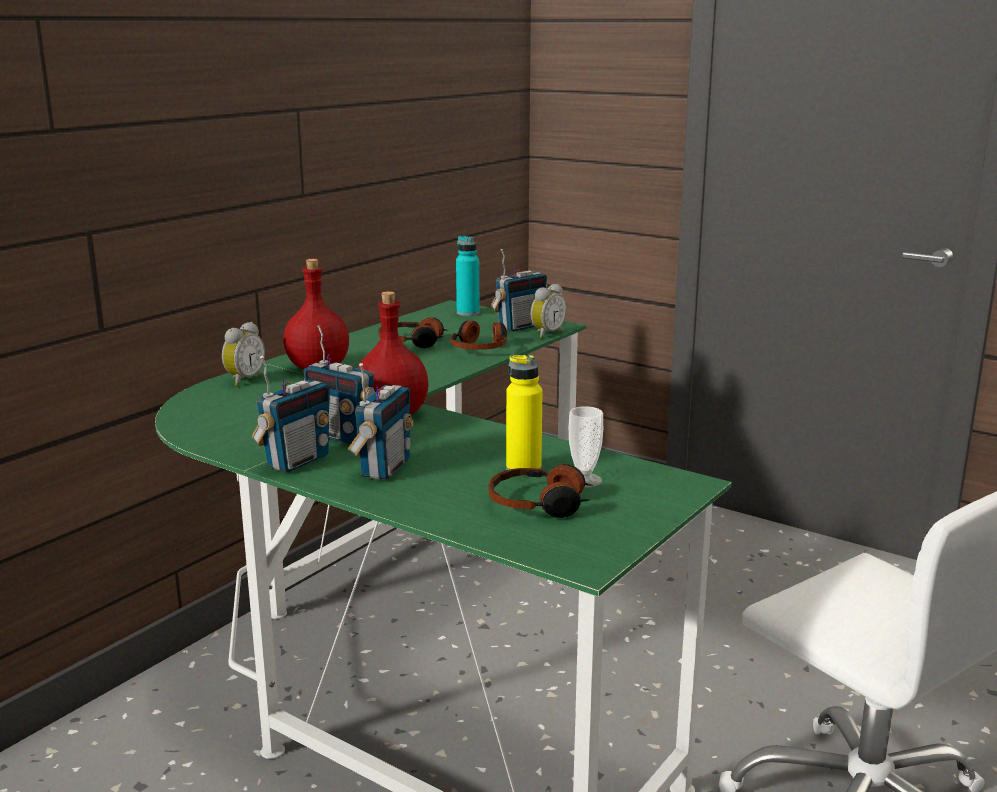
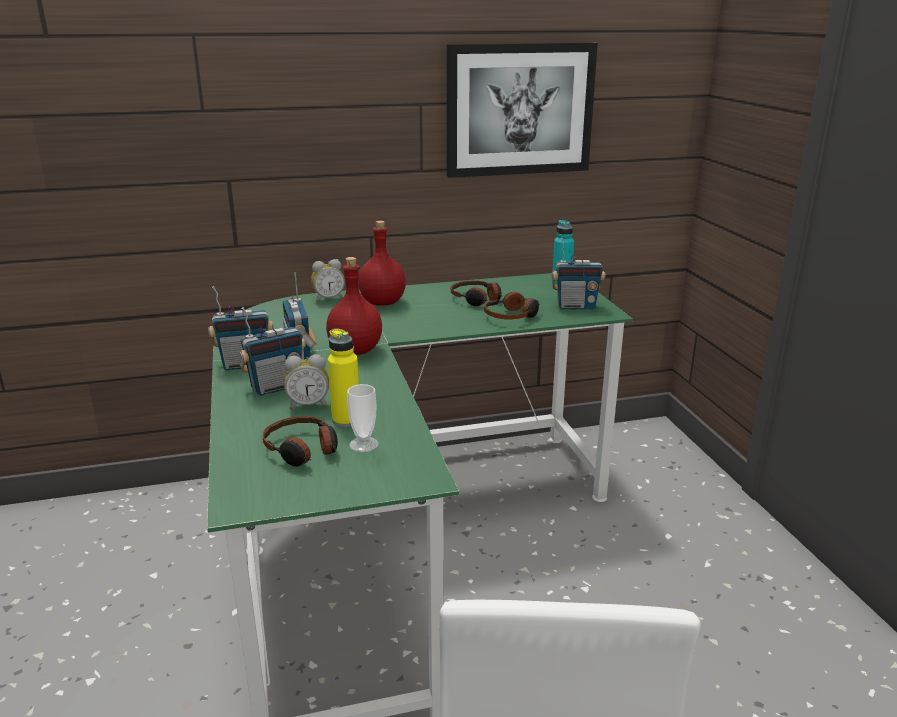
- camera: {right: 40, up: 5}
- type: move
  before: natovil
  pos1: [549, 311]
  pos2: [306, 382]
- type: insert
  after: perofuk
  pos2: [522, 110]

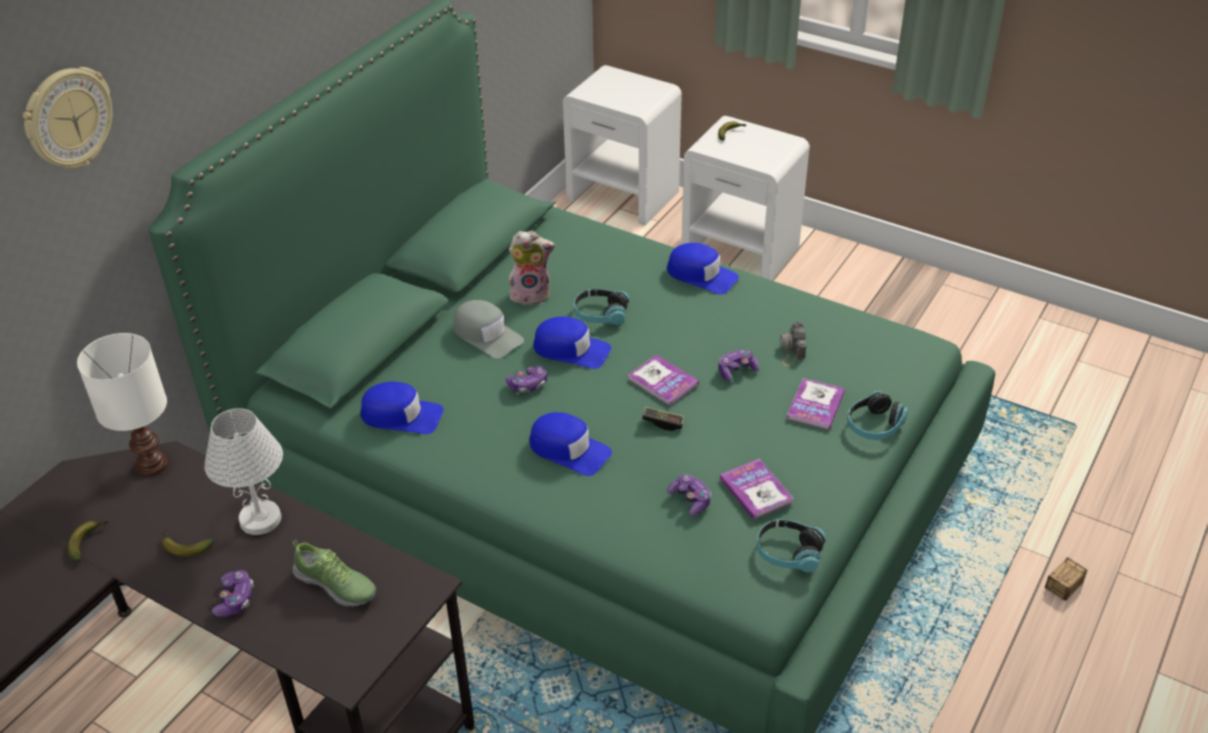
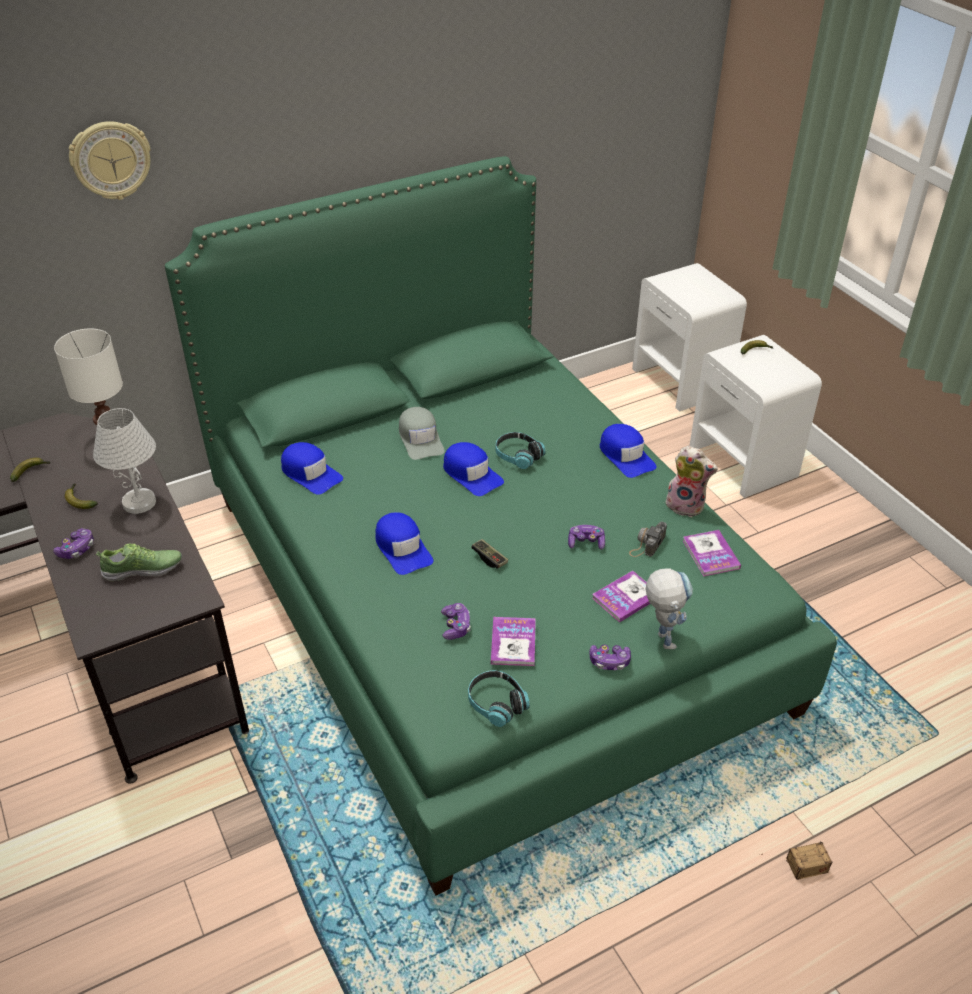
- camera: {right: 30, up: 0}
- type: rotate
  before: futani
  pos1: [334, 573]
  pos2: [139, 562]
  turn: -75
- type: move
  before: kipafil
  pos1: [526, 379]
  pos2: [610, 657]
- type: move
  before: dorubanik
  pos1: [532, 268]
  pos2: [691, 481]
- type: move
  before: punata
  pos1: [663, 380]
  pos2: [712, 553]
- type: replace
  before: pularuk
  after: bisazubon
  pos1: [877, 415]
  pos2: [669, 608]

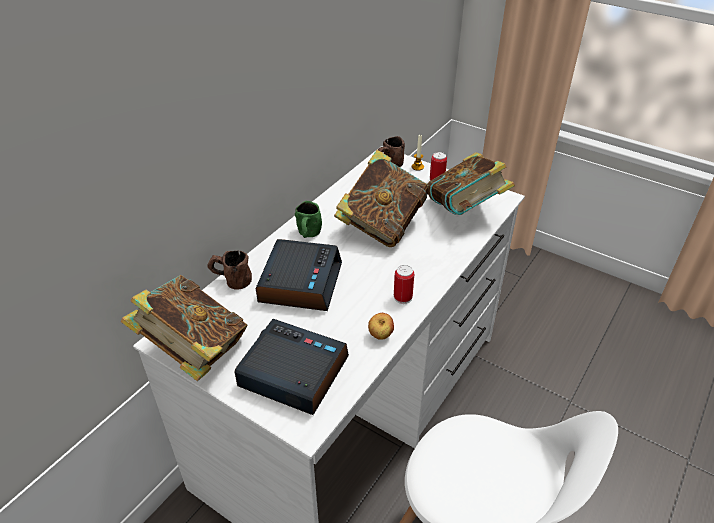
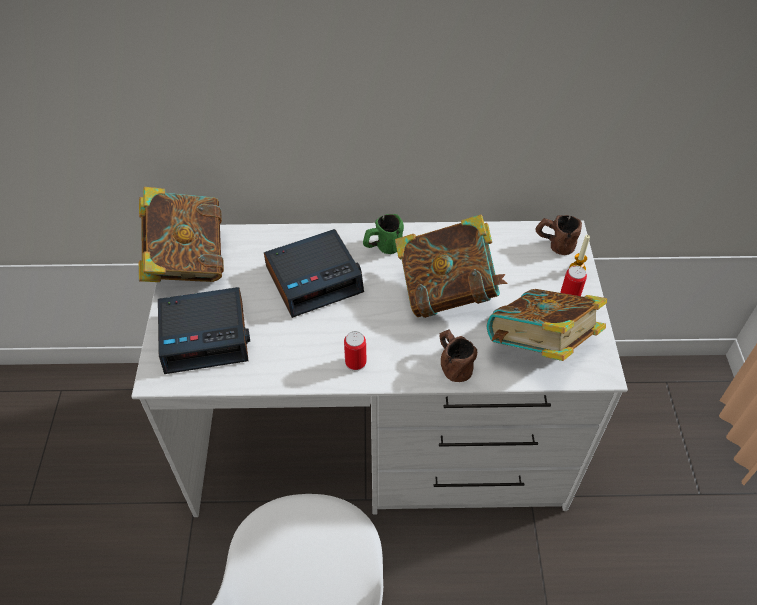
- camera: {right: 55, up: 10}
- type: move
  before: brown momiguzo
  pos1: [229, 270]
  pos2: [458, 356]
- type: rotate
  before: natovil
  pos1: [291, 367]
  pos2: [204, 330]
  turn: 90
- type: delete
  before: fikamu
  pos1: [381, 326]

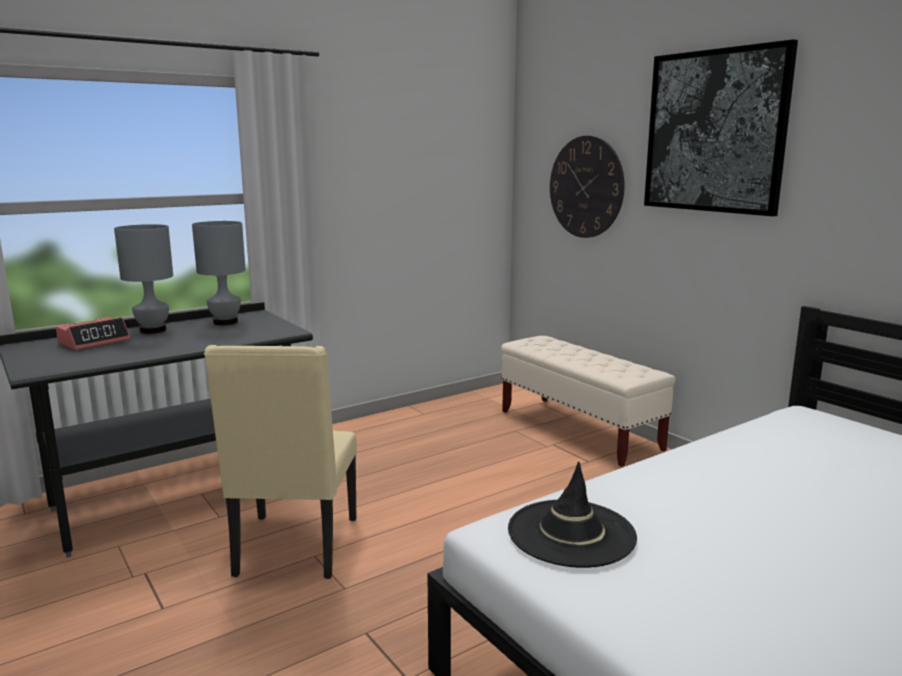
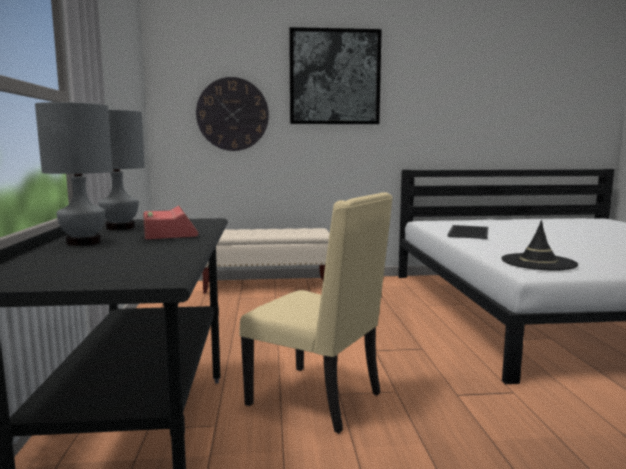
- camera: {right: -60, up: -5}
- type: move
  before: natovil
  pos1: [93, 333]
  pos2: [171, 222]
- type: insert
  after: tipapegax
  pos2: [467, 232]

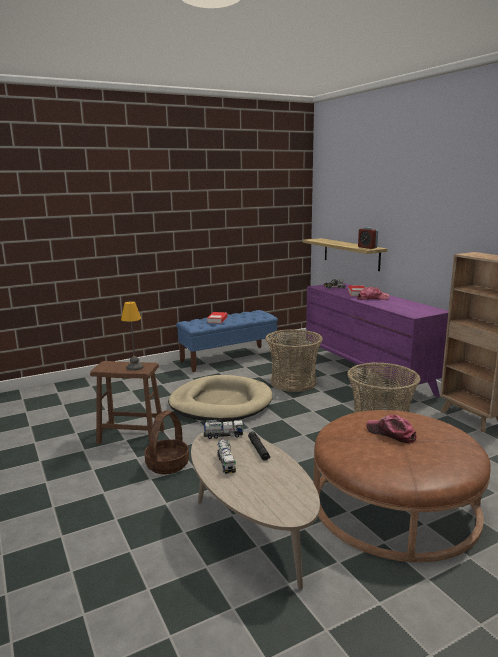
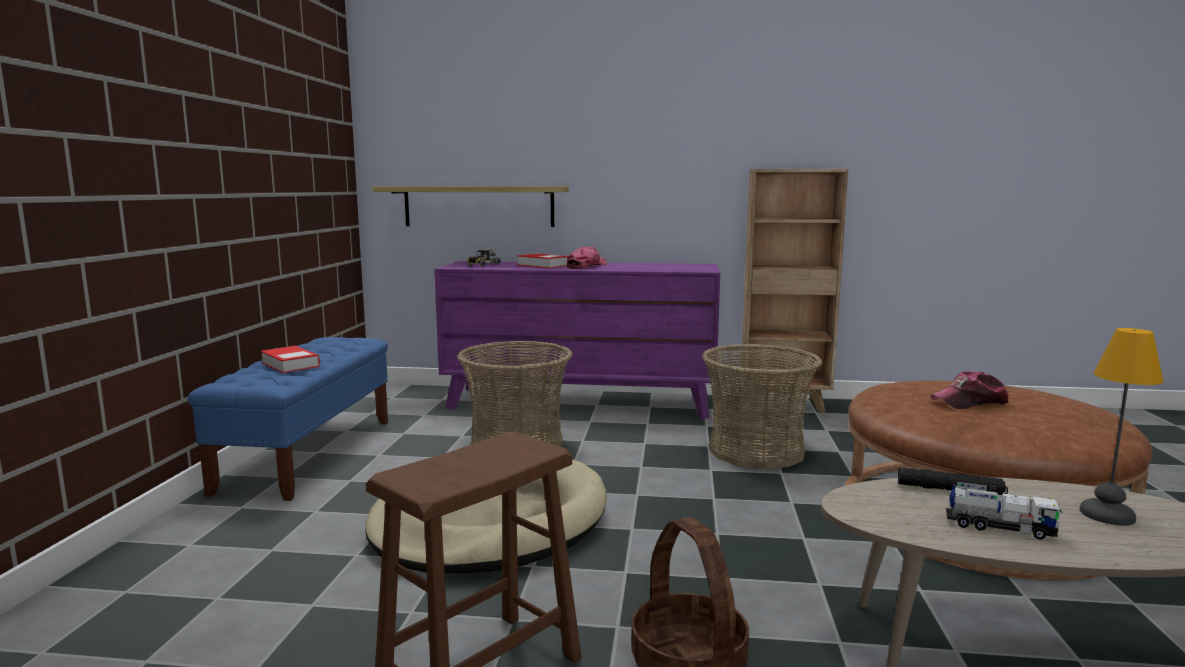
- camera: {right: -55, up: -5}
- type: move
  before: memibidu
  pos1: [132, 336]
  pos2: [1121, 427]
- type: delete
  before: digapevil
  pos1: [224, 429]
- type: delete
  before: natovil
  pos1: [368, 238]

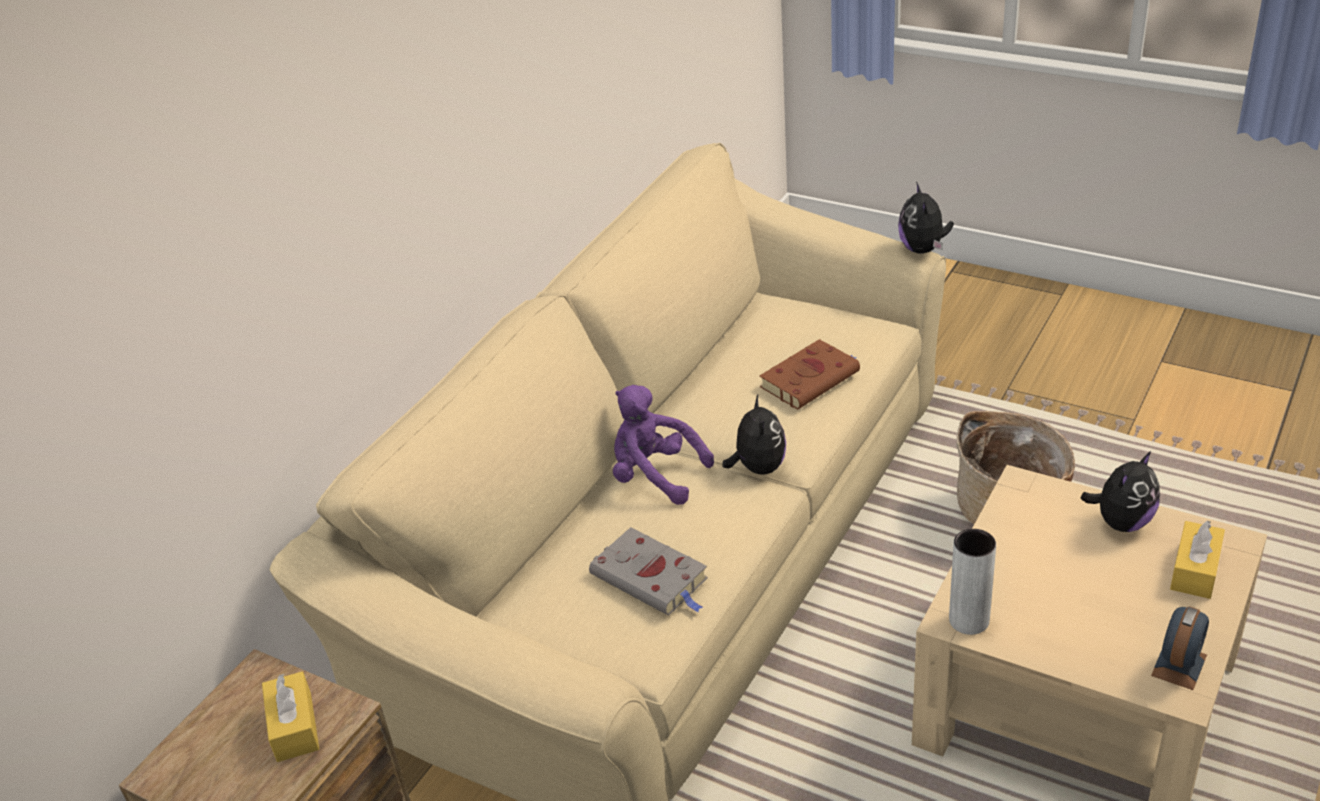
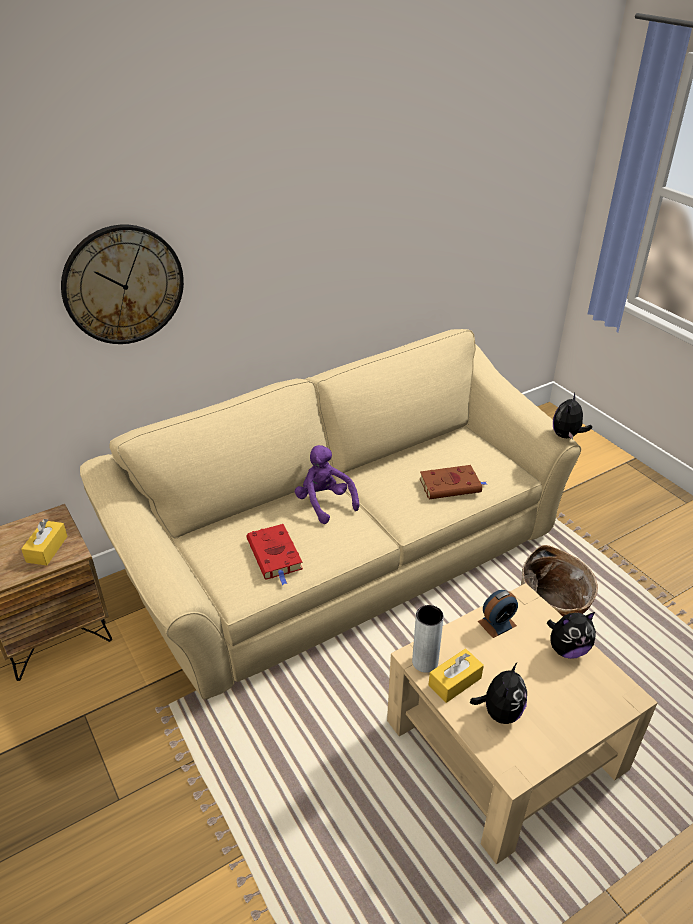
- camera: {right: 25, up: 0}
- type: recolor
  before: grey punata
  after: red punata
  pos1: [648, 571]
  pos2: [275, 554]
- type: move
  before: dorubanik
  pos1: [754, 435]
  pos2: [498, 693]
- type: move
  before: natovil
  pos1: [1180, 648]
  pos2: [498, 614]
- type: move
  before: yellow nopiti
  pos1: [1197, 560]
  pos2: [456, 676]
- type: insert
  after: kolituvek
  pos2: [122, 284]

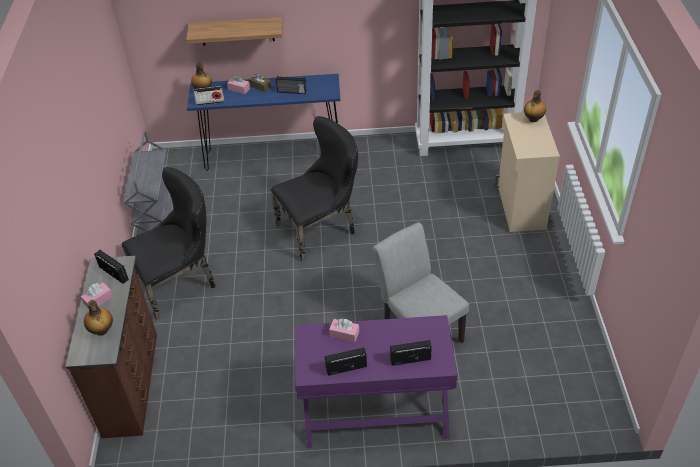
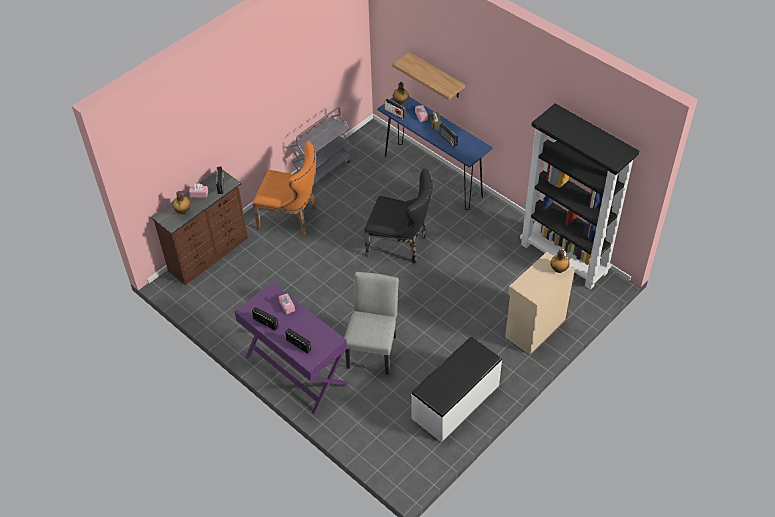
- camera: {right: 45, up: 5}
- type: recolor
  before: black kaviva
  after: orange kaviva
  pos1: [168, 243]
  pos2: [284, 188]
- type: insert
  after: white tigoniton
  pos2: [456, 389]

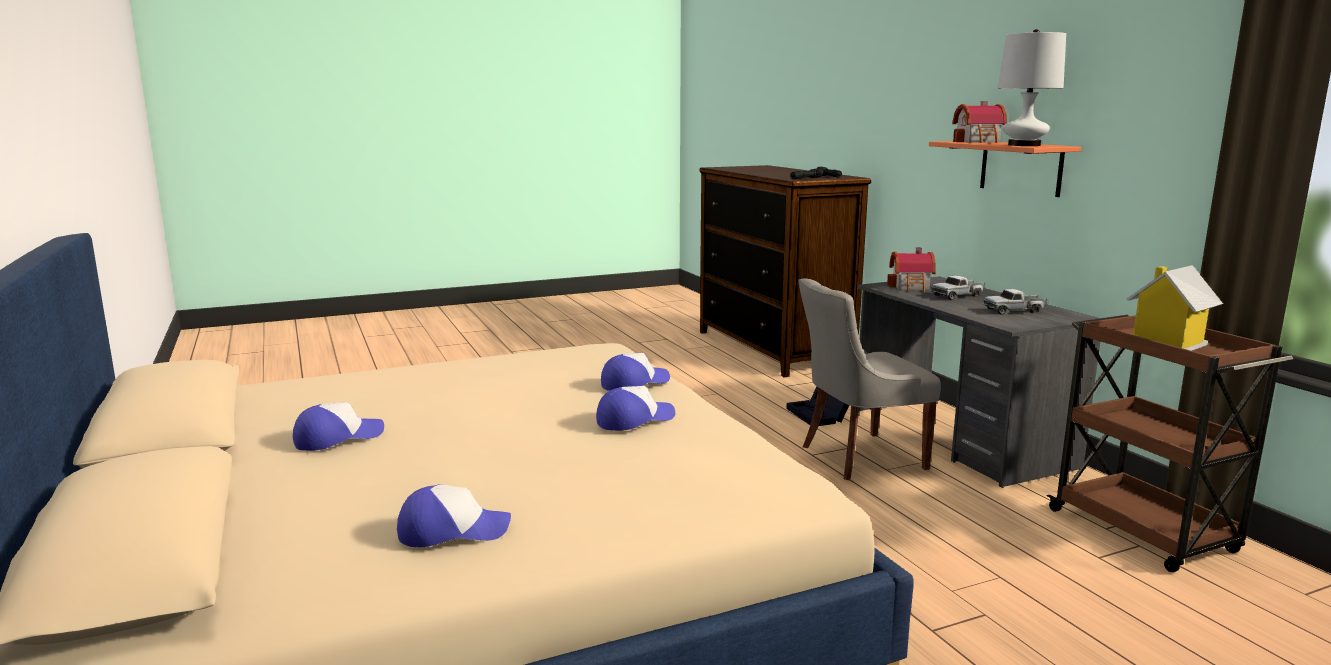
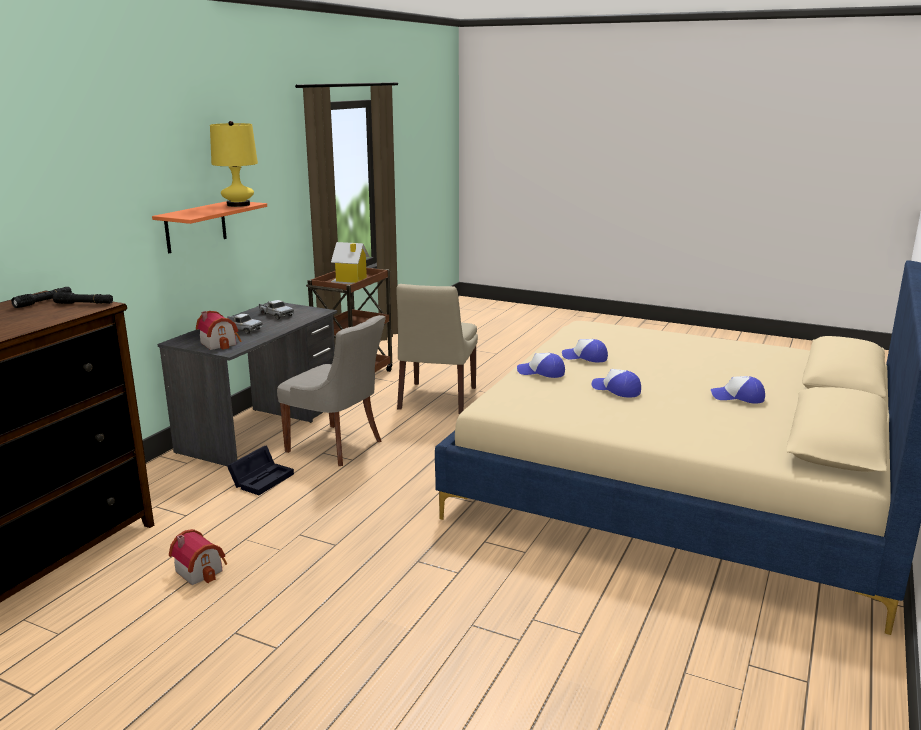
- camera: {right: -130, up: 5}
- type: move
  before: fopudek
  pos1: [454, 515]
  pos2: [616, 383]
- type: move
  before: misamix
  pos1: [979, 122]
  pos2: [198, 557]
- type: recolor
  before: white memibidu
  after: yellow memibidu
  pos1: [1032, 87]
  pos2: [234, 164]
- type: insert
  after: beige kaviva
  pos2: [437, 349]

